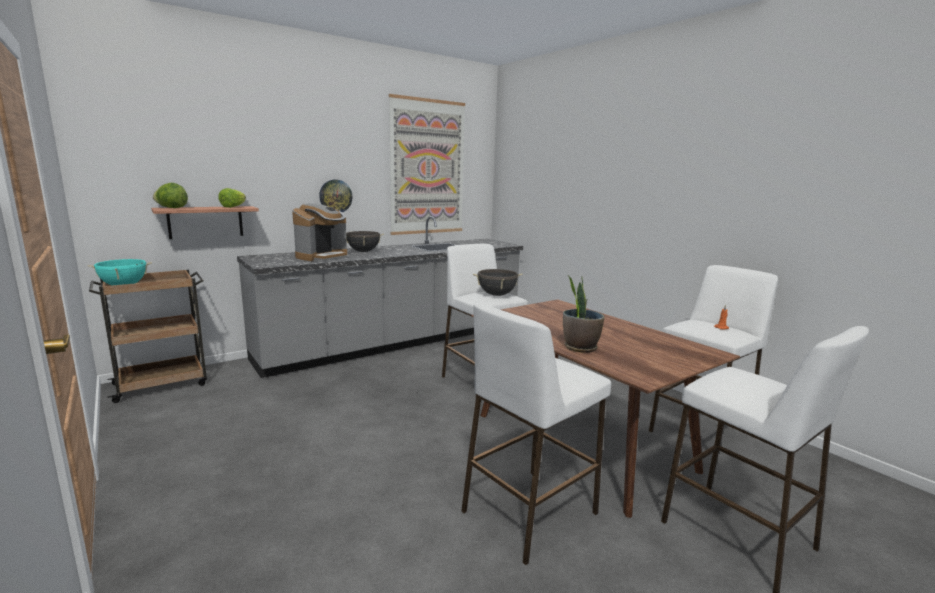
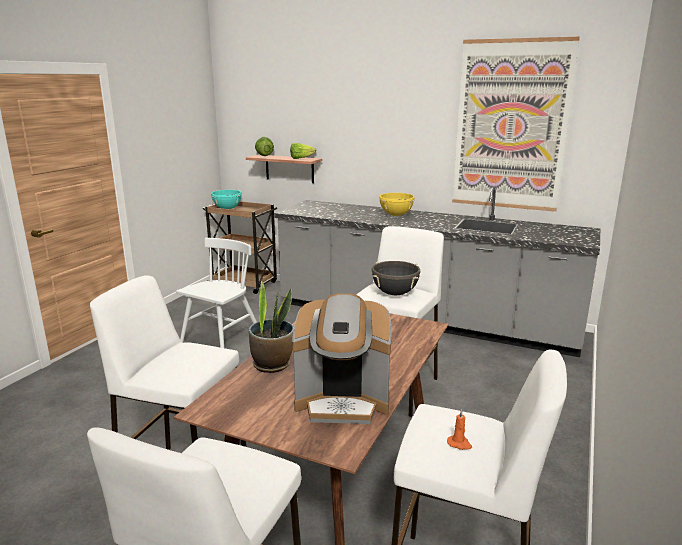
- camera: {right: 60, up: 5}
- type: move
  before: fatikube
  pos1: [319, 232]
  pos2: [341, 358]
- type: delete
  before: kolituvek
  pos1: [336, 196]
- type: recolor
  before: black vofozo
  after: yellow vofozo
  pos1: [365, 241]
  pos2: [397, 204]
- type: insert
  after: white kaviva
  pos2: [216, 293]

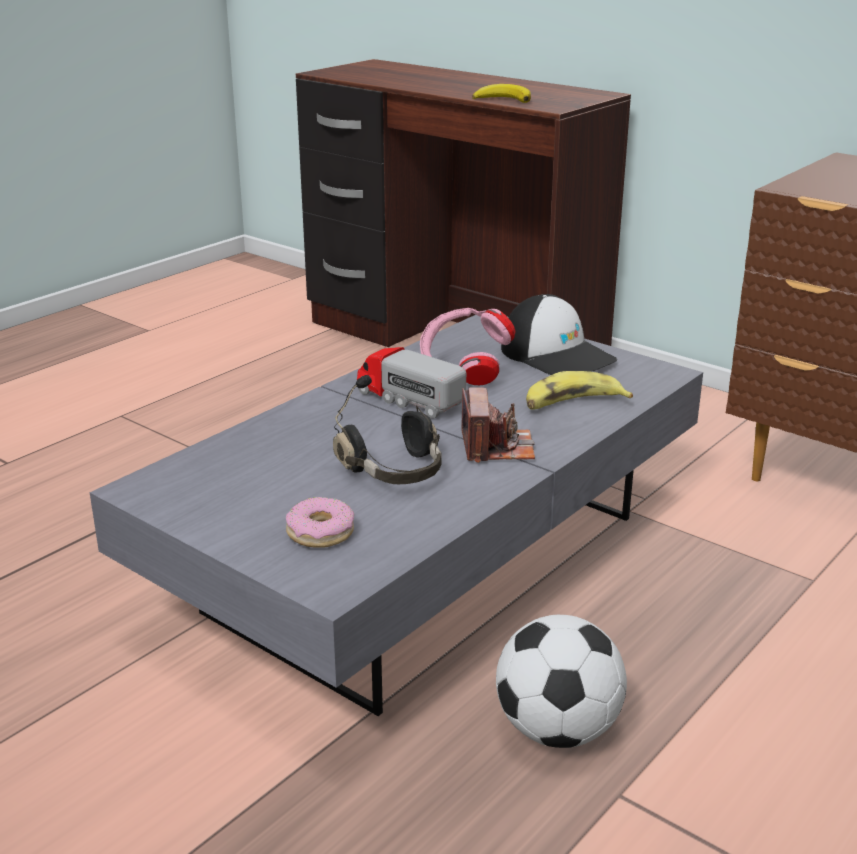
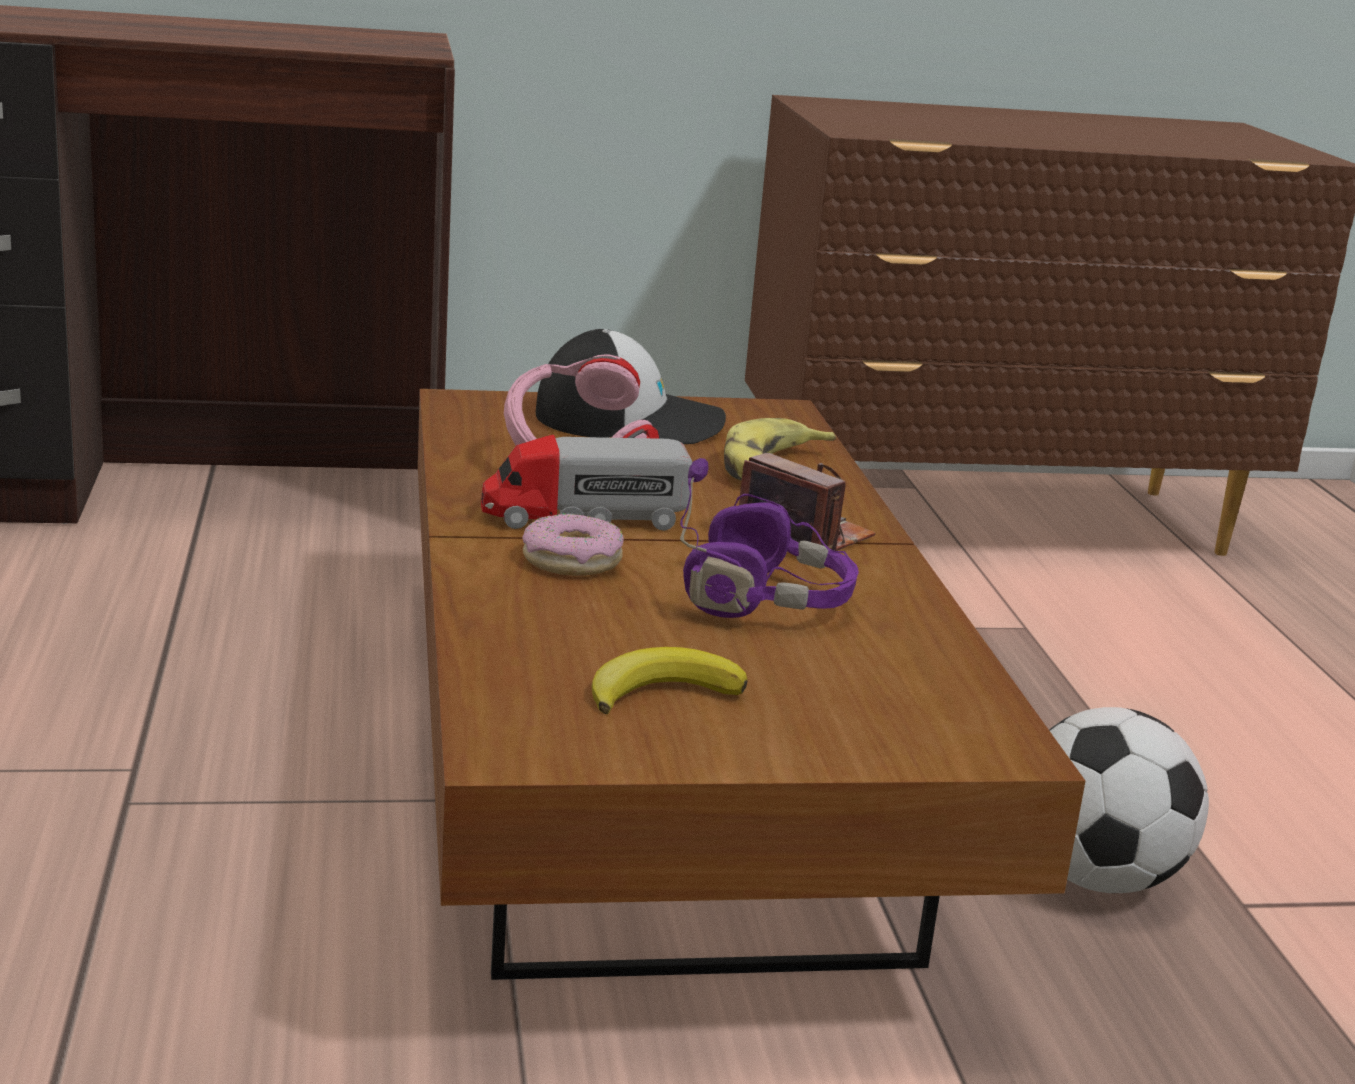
- camera: {right: -50, up: -5}
- type: recolor
  before: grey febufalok
  after: brown febufalok
  pos1: [396, 515]
  pos2: [751, 684]
- type: move
  before: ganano
  pos1: [320, 522]
  pos2: [573, 544]
- type: recolor
  before: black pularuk
  after: purple pularuk
  pos1: [387, 429]
  pos2: [769, 538]
- type: move
  before: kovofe
  pos1: [501, 93]
  pos2: [669, 680]

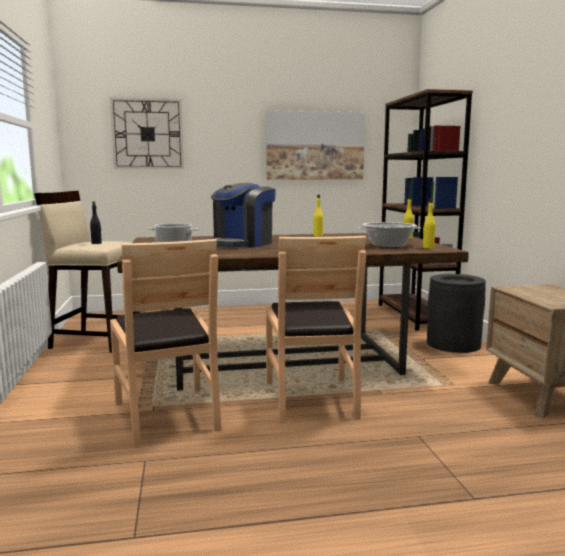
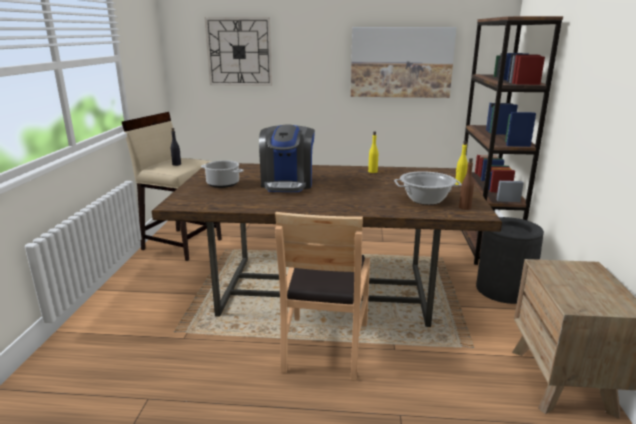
- camera: {right: 15, up: 10}
- type: delete
  before: brown kaviva
  pos1: [166, 343]
- type: rotate
  before: fatikube
  pos1: [243, 215]
  pos2: [287, 158]
  turn: -45
- type: recolor
  before: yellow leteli
  after: brown leteli
  pos1: [429, 223]
  pos2: [466, 184]

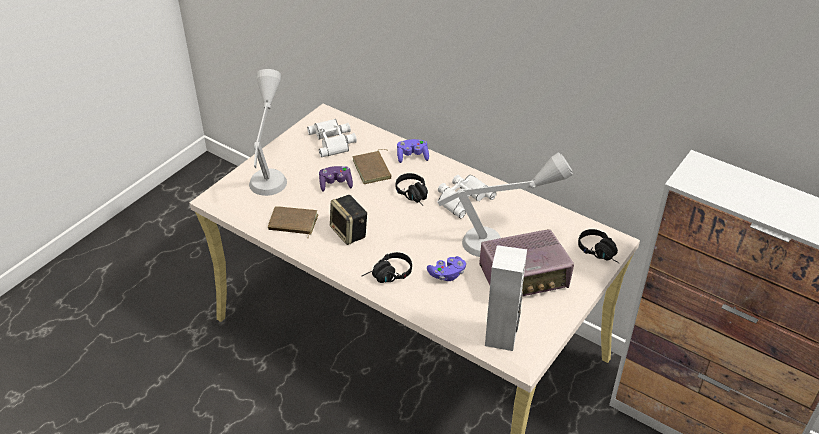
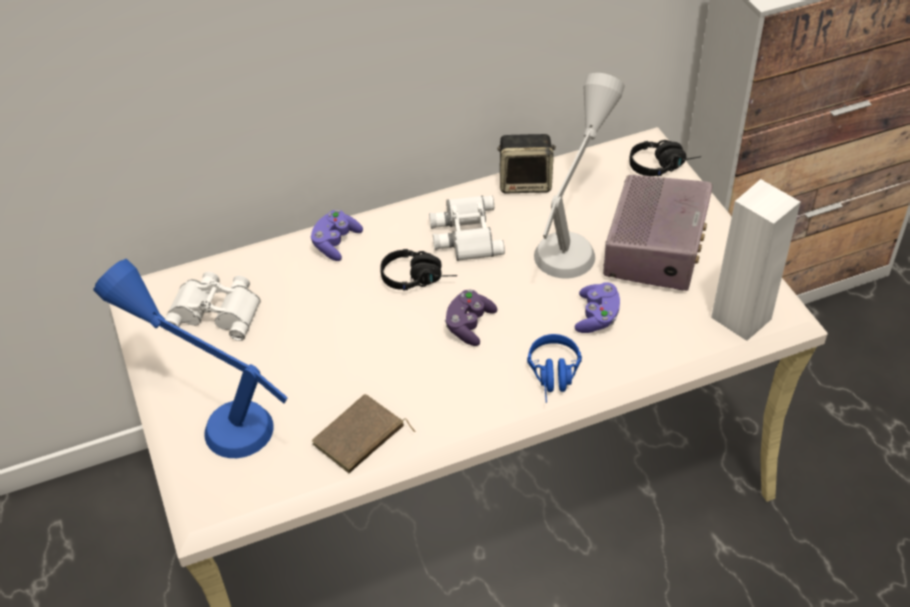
- camera: {right: -55, up: 5}
- type: recolor
  before: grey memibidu
  after: blue memibidu
  pos1: [268, 132]
  pos2: [190, 358]
- type: move
  before: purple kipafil
  pos1: [336, 179]
  pos2: [471, 317]
- type: move
  before: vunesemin
  pos1: [348, 220]
  pos2: [526, 163]
- type: delete
  before: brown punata
  pos1: [372, 166]
- type: recolor
  before: black pularuk
  after: blue pularuk
  pos1: [387, 267]
  pos2: [554, 368]

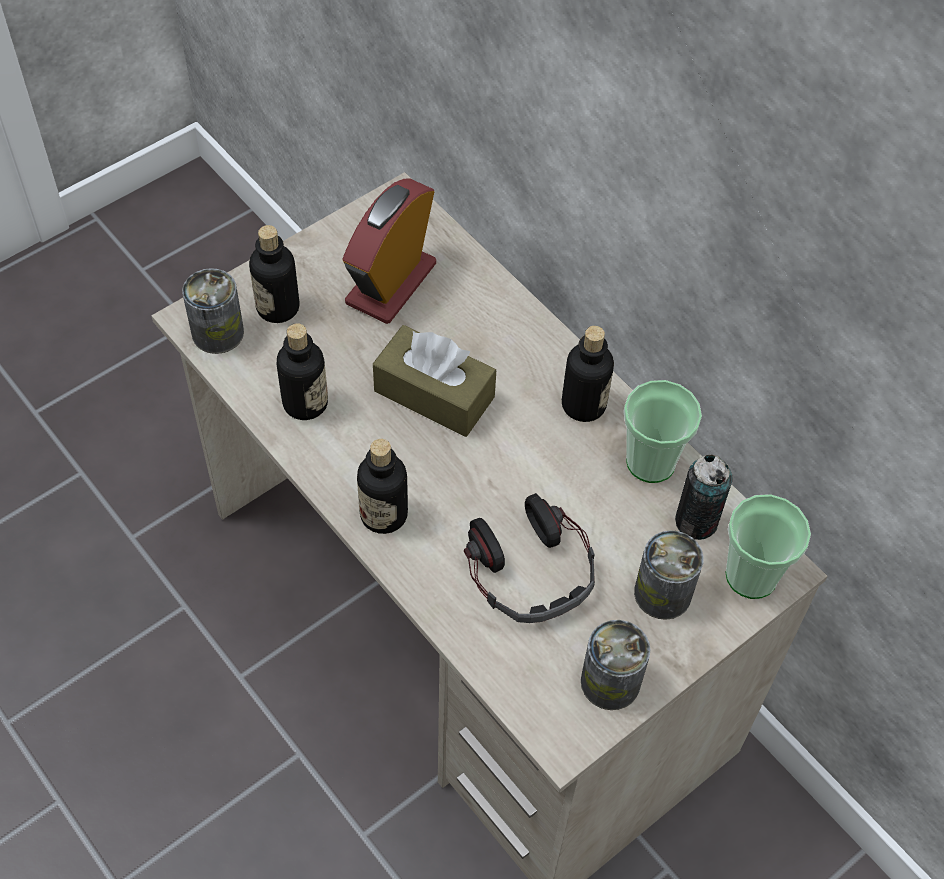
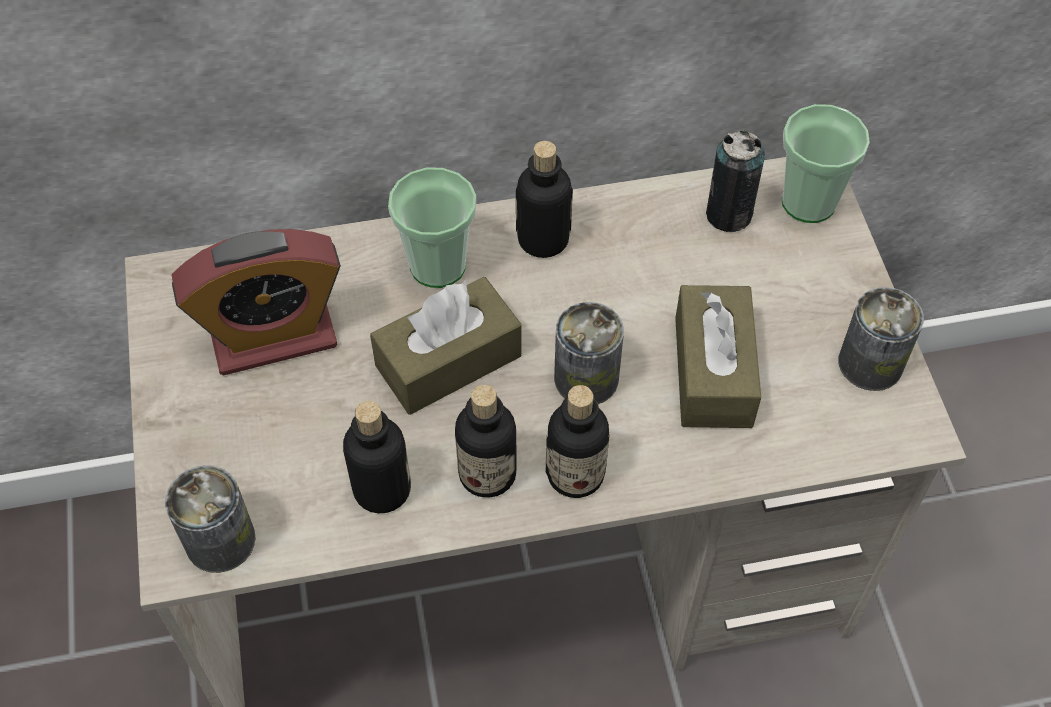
- camera: {right: -60, up: 0}
- type: move
  before: leteli
  pos1: [274, 274]
  pos2: [486, 441]
- type: rotate
  before: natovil
  pos1: [389, 251]
  pos2: [256, 302]
  turn: -75
- type: replace
  before: pularuk
  after: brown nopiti
  pos1: [529, 558]
  pos2: [718, 356]
- type: move
  before: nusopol
  pos1: [662, 431]
  pos2: [432, 227]
- type: move
  before: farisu
  pos1: [669, 575]
  pos2: [589, 353]

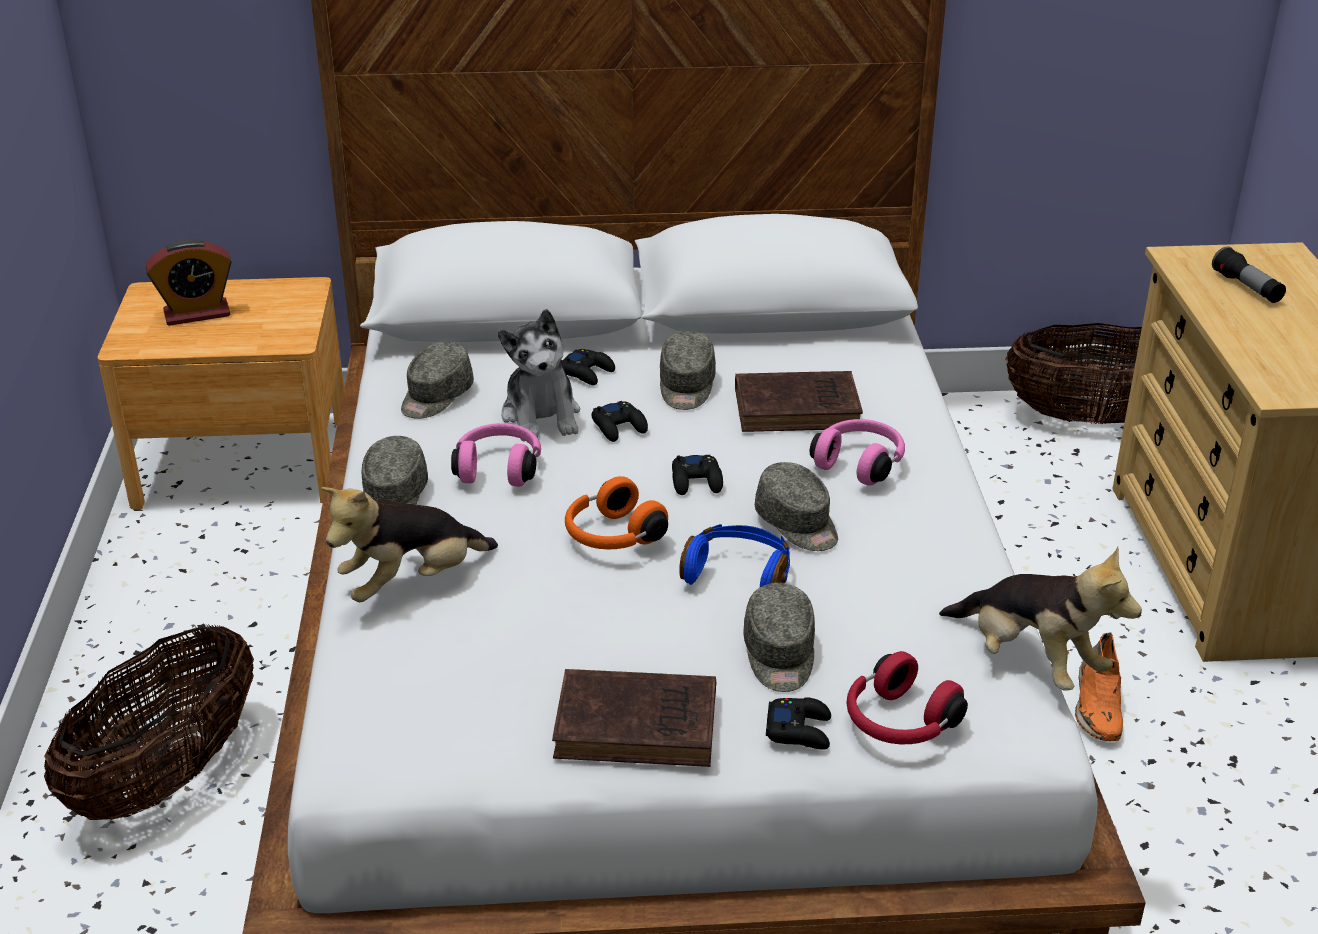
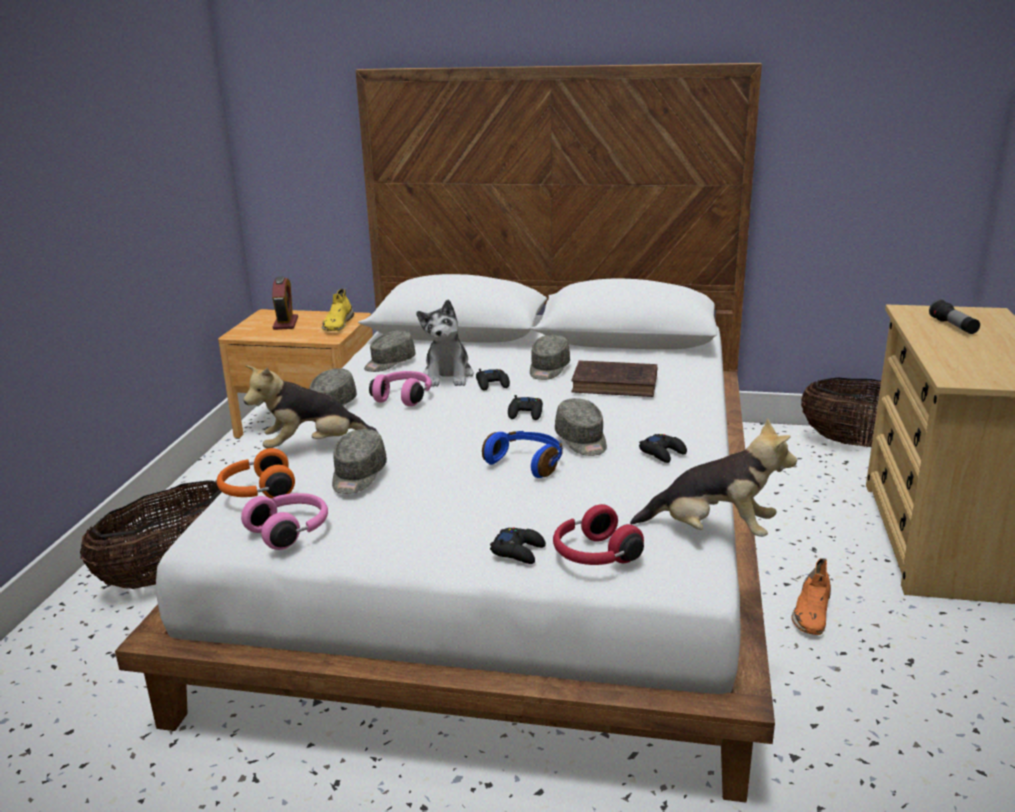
- camera: {right: 15, up: -10}
- type: rotate
  before: natovil
  pos1: [188, 282]
  pos2: [285, 303]
  turn: -90
- type: delete
  before: brown punata
  pos1: [634, 718]
- type: move
  before: black kipafil
  pos1: [588, 367]
  pos2: [663, 448]
- type: move
  before: orange pularuk
  pos1: [616, 512]
  pos2: [256, 473]
- type: move
  before: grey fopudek
  pos1: [779, 637]
  pos2: [359, 461]
- type: move
  before: pink pularuk
  pos1: [857, 452]
  pos2: [284, 521]
- type: rotate
  before: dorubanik
  pos1: [1040, 619]
  pos2: [713, 477]
  turn: -45
- type: insert
  after: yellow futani
  pos2: [338, 310]

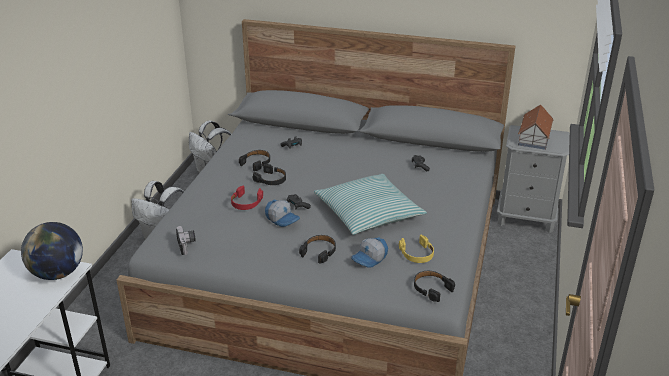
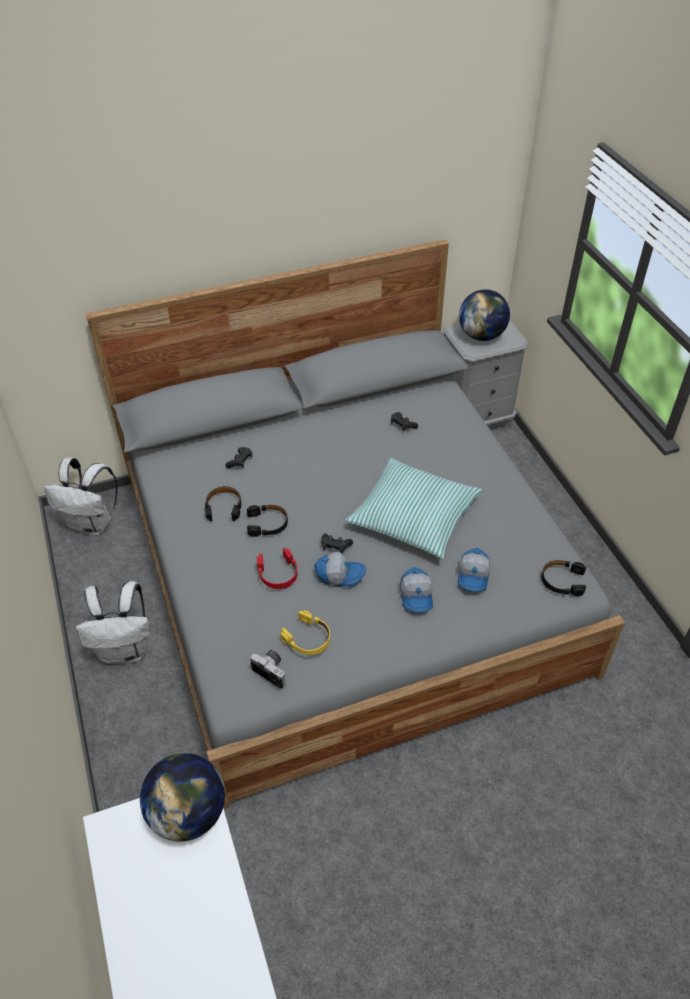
- camera: {right: -35, up: 15}
- type: replace
  before: black pularuk
  after: fopudek
  pos1: [317, 249]
  pos2: [416, 590]
- type: move
  before: yellow pularuk
  pos1: [416, 249]
  pos2: [305, 632]
- type: replace
  before: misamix
  after: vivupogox
  pos1: [536, 127]
  pos2: [484, 315]

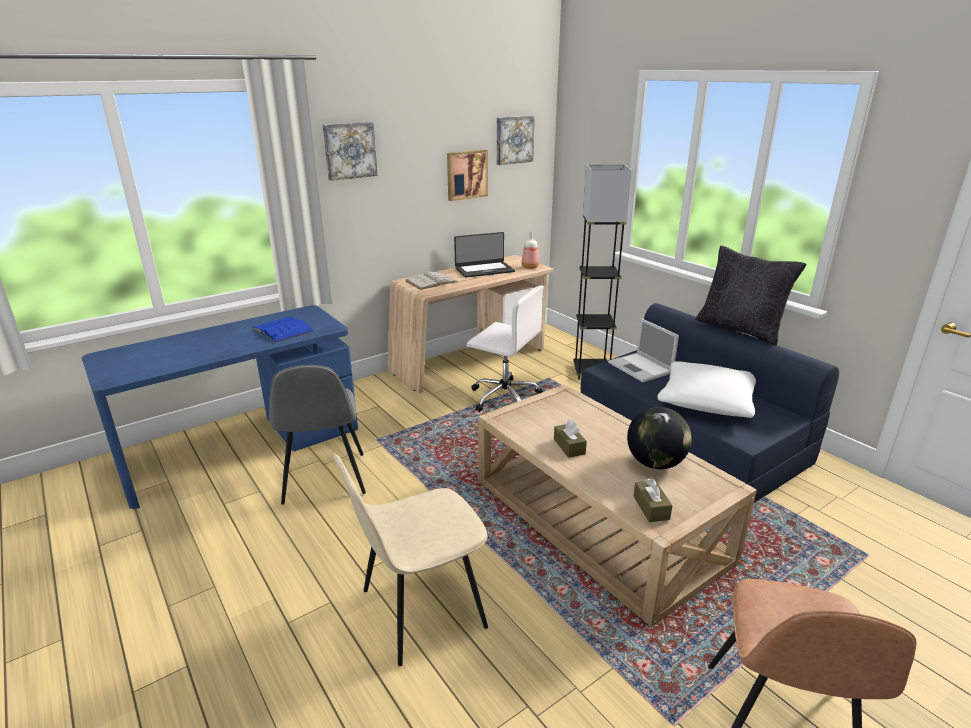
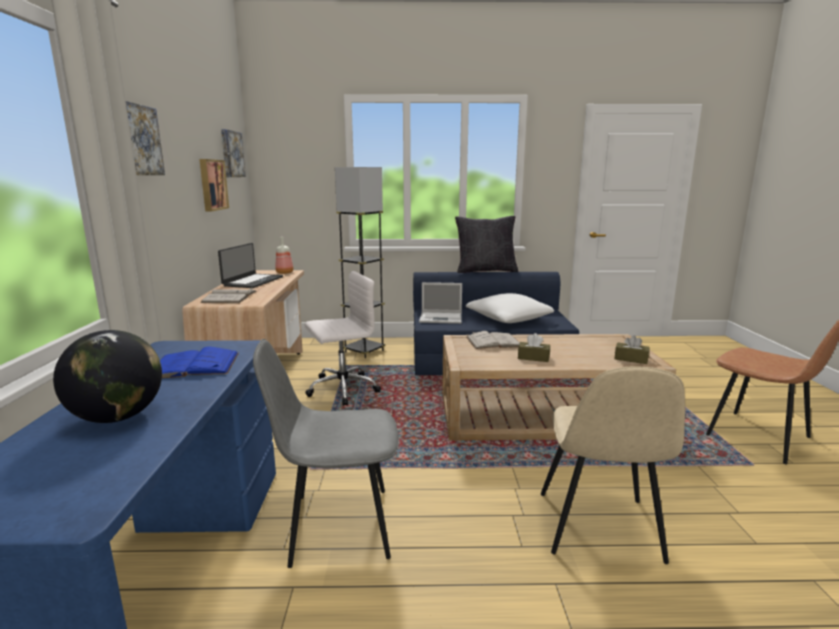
- camera: {right: -55, up: -10}
- type: rotate
  before: grey kaviva
  pos1: [317, 435]
  pos2: [326, 453]
  turn: 150
- type: move
  before: vivupogox
  pos1: [659, 438]
  pos2: [107, 376]
- type: insert
  after: white punata
  pos2: [493, 340]

